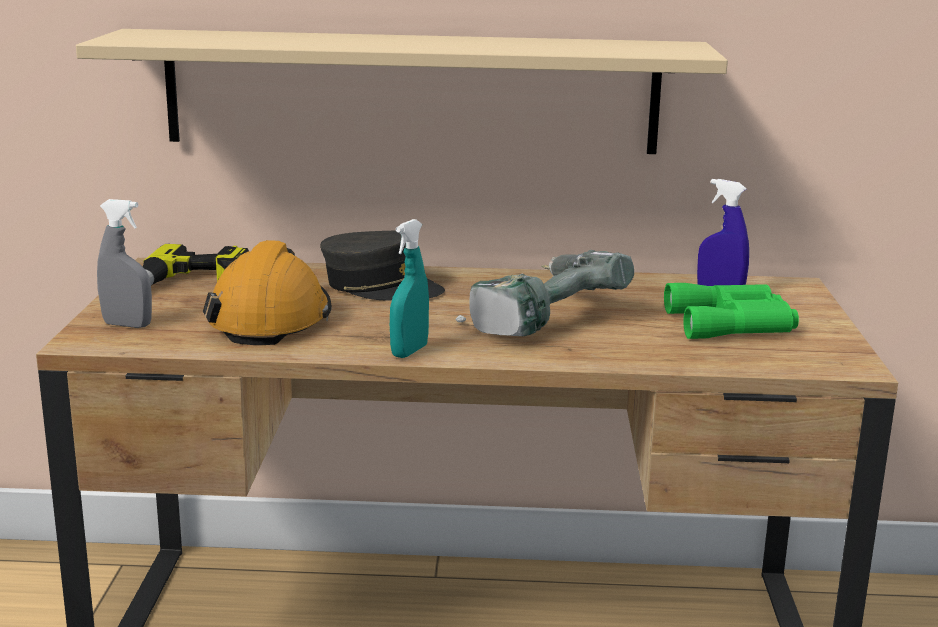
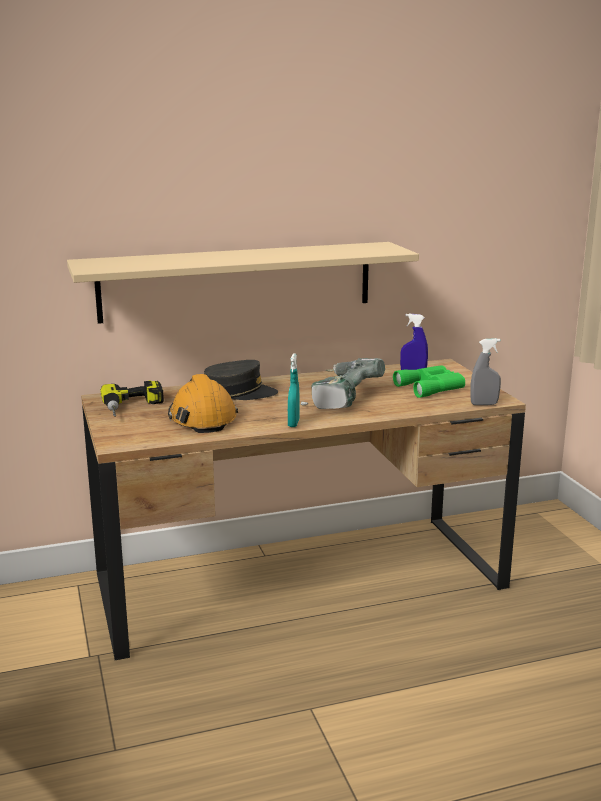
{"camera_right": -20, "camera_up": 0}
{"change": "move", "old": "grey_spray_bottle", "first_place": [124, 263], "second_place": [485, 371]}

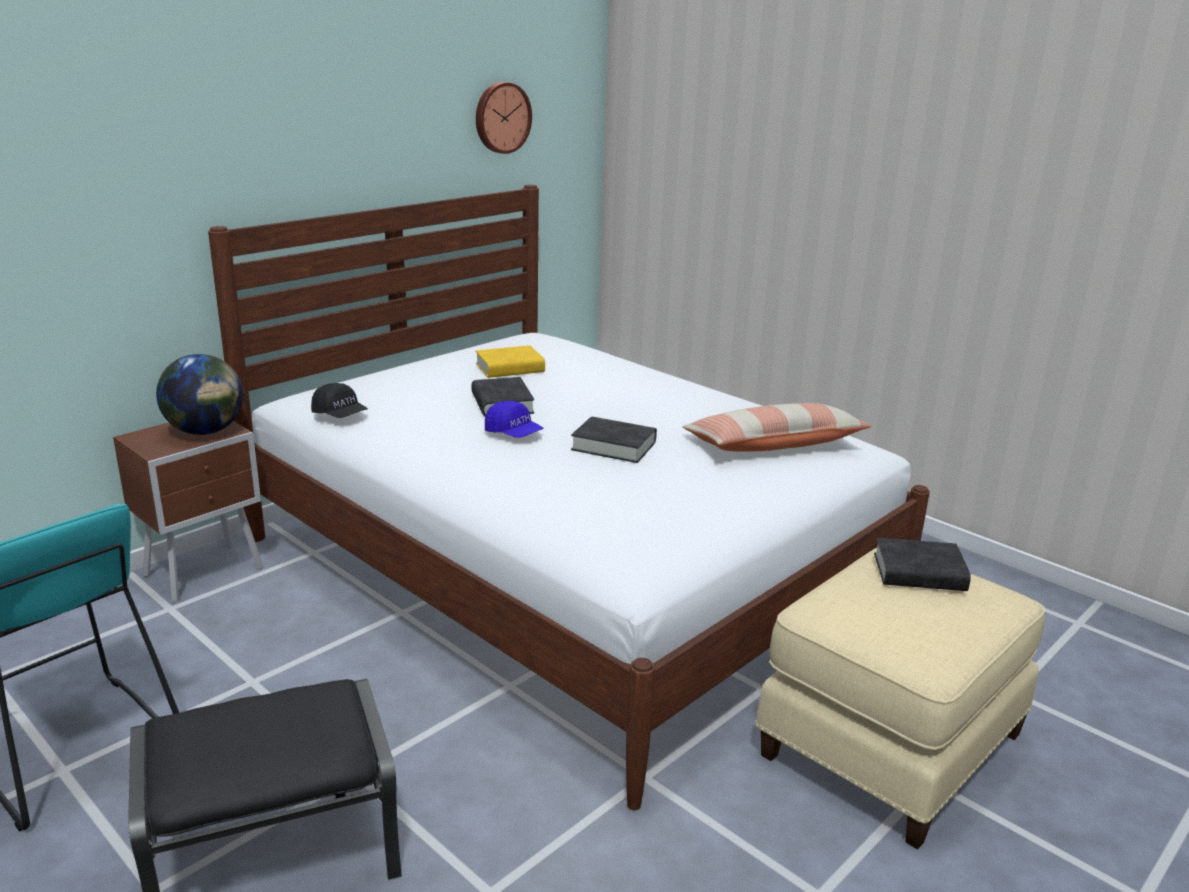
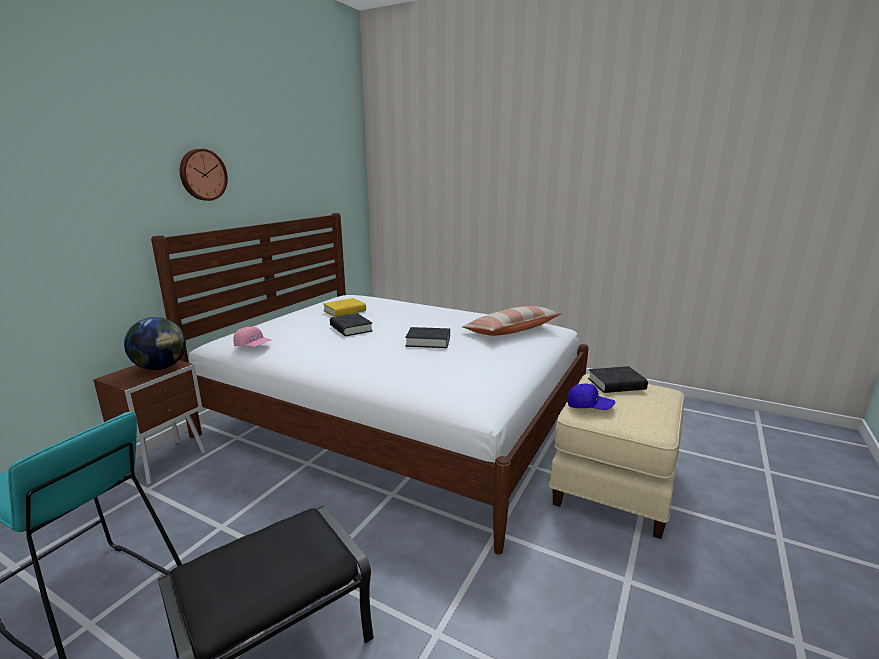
{"camera_right": -15, "camera_up": -5}
{"change": "move", "old": "wall_clock", "first_place": [504, 118], "second_place": [204, 175]}
{"change": "recolor", "old": "black_cap", "new": "pink_cap", "first_place": [339, 400], "second_place": [252, 337]}
{"change": "move", "old": "blue_cap", "first_place": [514, 419], "second_place": [591, 397]}

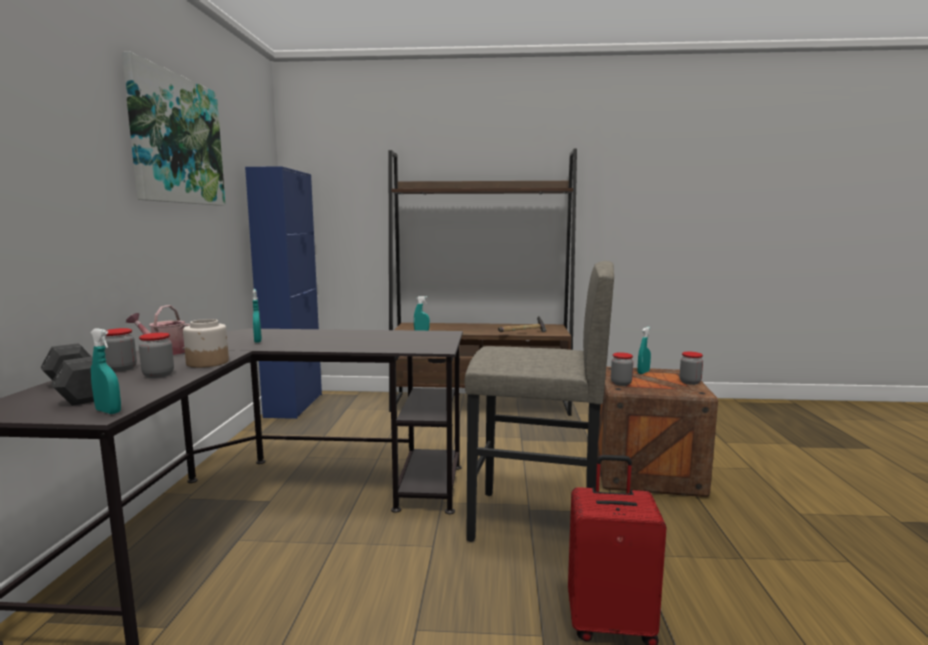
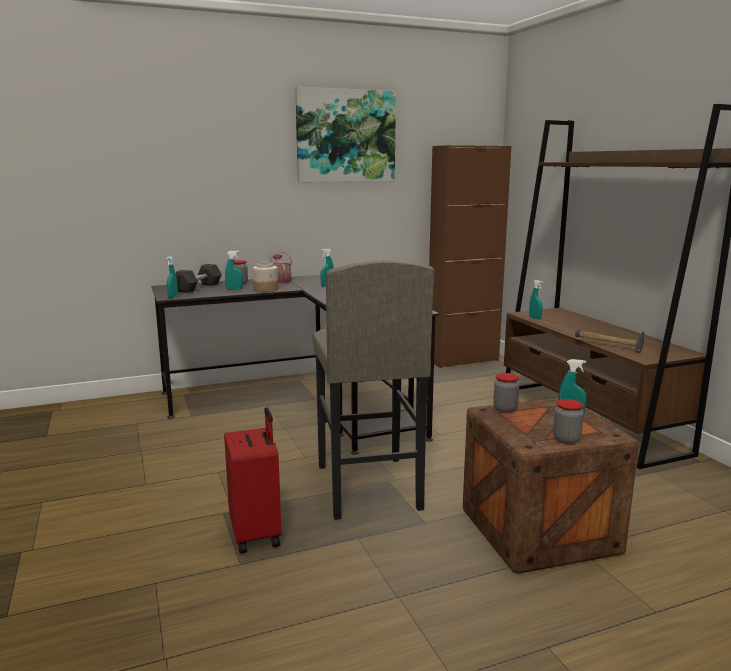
{"camera_right": 65, "camera_up": 5}
{"change": "replace", "old": "jar", "new": "turquoise_spray_bottle", "first_place": [156, 355], "second_place": [234, 270]}
{"change": "recolor", "old": "blue_cabinet", "new": "brown_cabinet", "first_place": [283, 292], "second_place": [470, 256]}

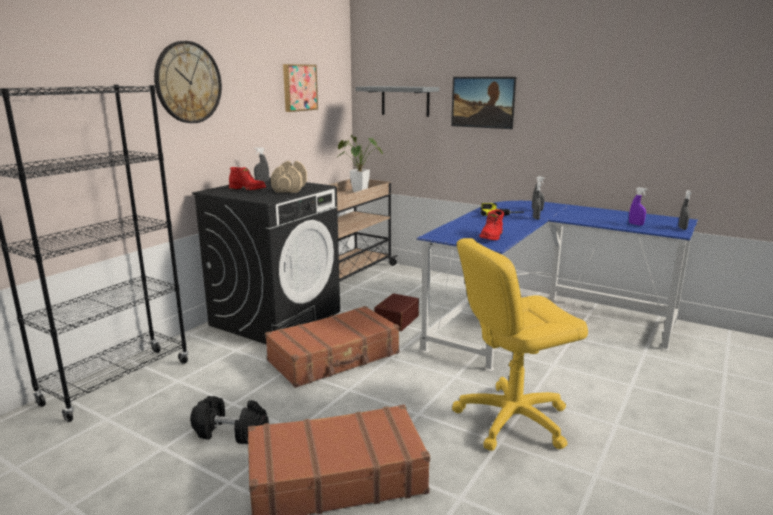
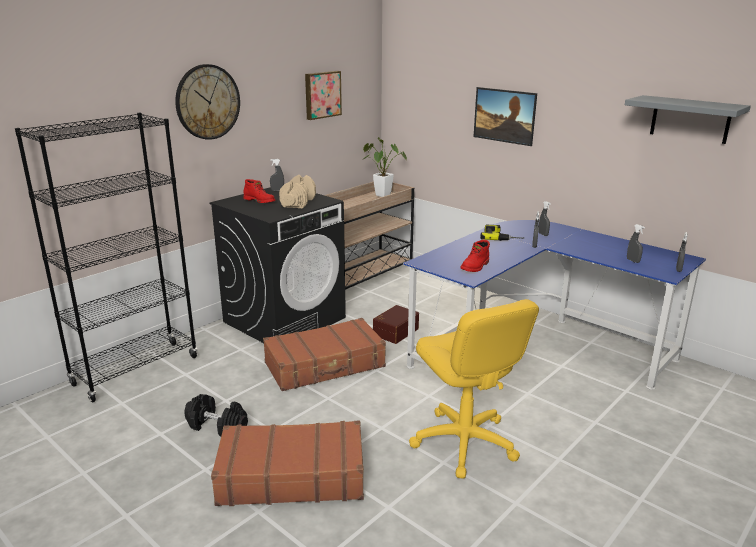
{"camera_right": 10, "camera_up": 5}
{"change": "rotate", "old": "yellow_office_chair", "first_place": [520, 344], "second_place": [474, 389], "degrees": -105}
{"change": "move", "old": "grey_shelf", "first_place": [397, 101], "second_place": [688, 119]}
{"change": "recolor", "old": "purple_spray_bottle", "new": "grey_spray_bottle", "first_place": [638, 206], "second_place": [636, 243]}

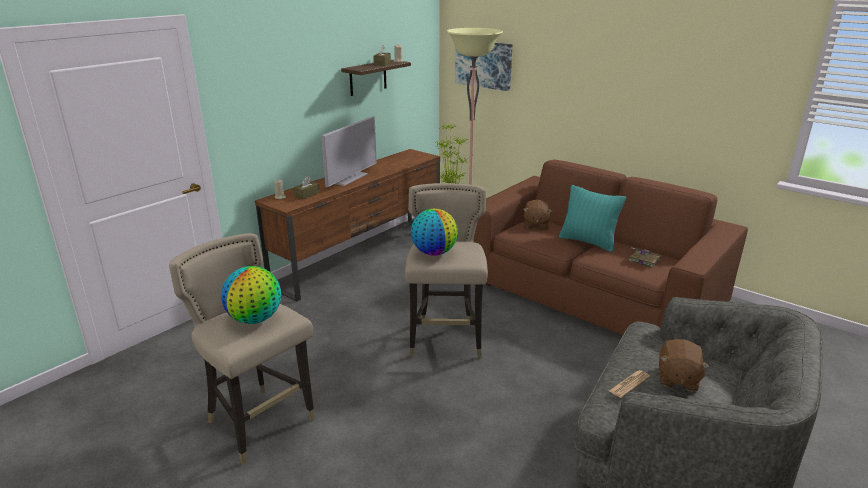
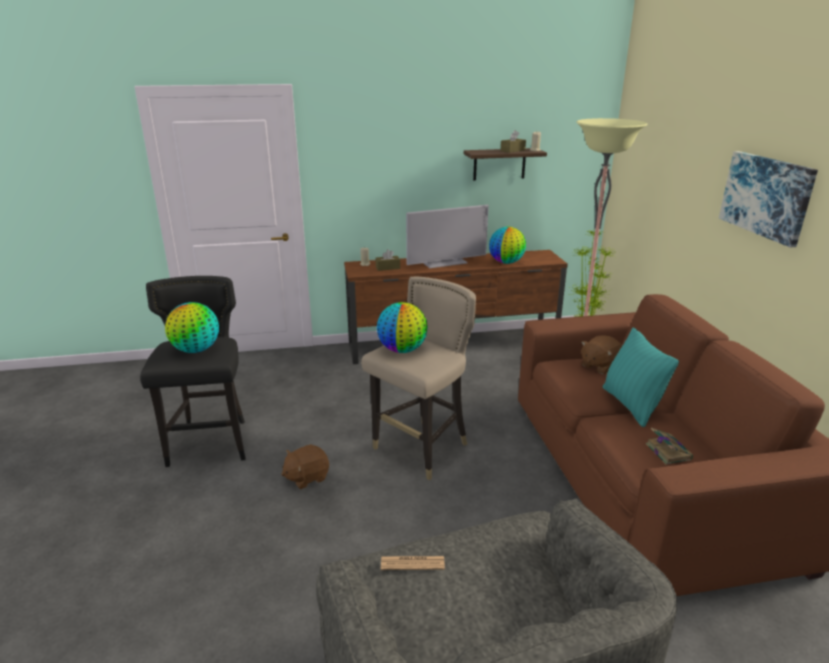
{"camera_right": 40, "camera_up": 0}
{"change": "recolor", "old": "beige_stool", "new": "black_stool", "first_place": [242, 349], "second_place": [193, 371]}
{"change": "move", "old": "brown_plush_toy", "first_place": [684, 365], "second_place": [305, 466]}
{"change": "insert", "new": "globe", "second_place": [507, 245]}
{"change": "move", "old": "picture", "first_place": [484, 66], "second_place": [768, 199]}

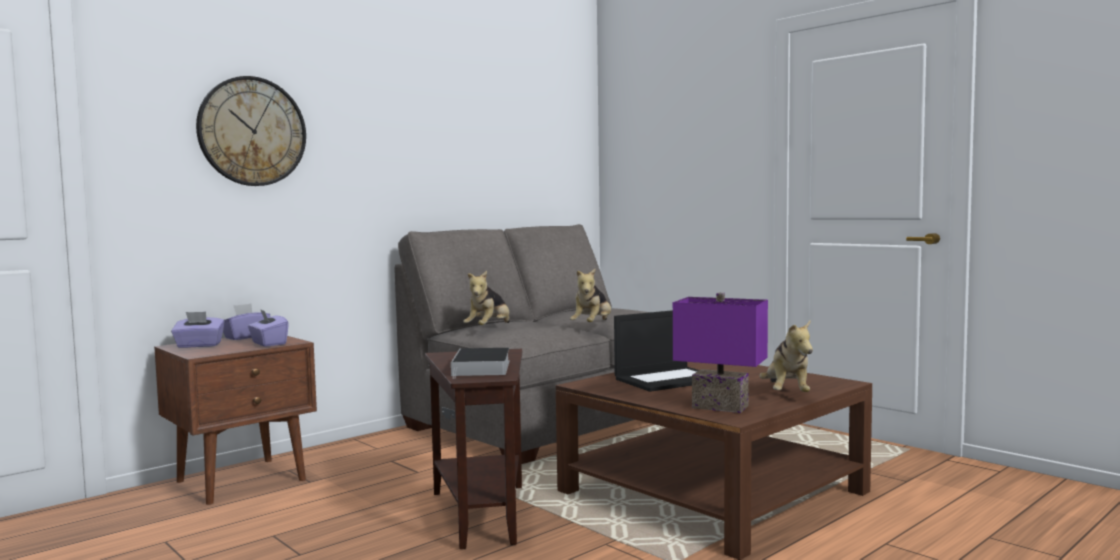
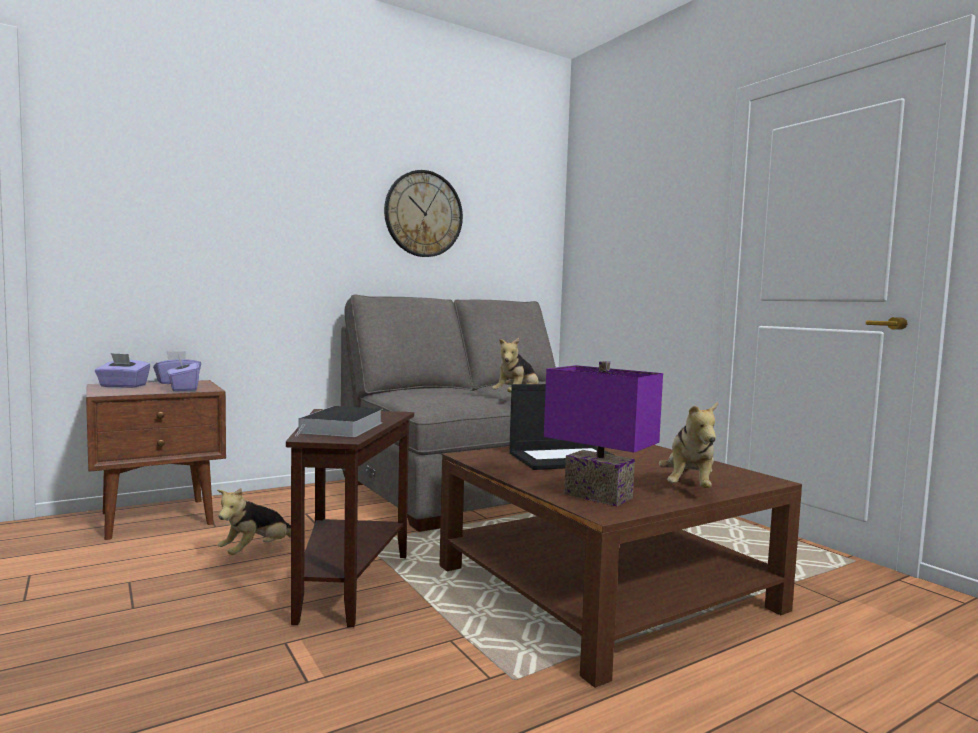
{"camera_right": 10, "camera_up": 0}
{"change": "move", "old": "plush_toy", "first_place": [486, 298], "second_place": [254, 521]}
{"change": "move", "old": "wall_clock", "first_place": [251, 131], "second_place": [423, 213]}

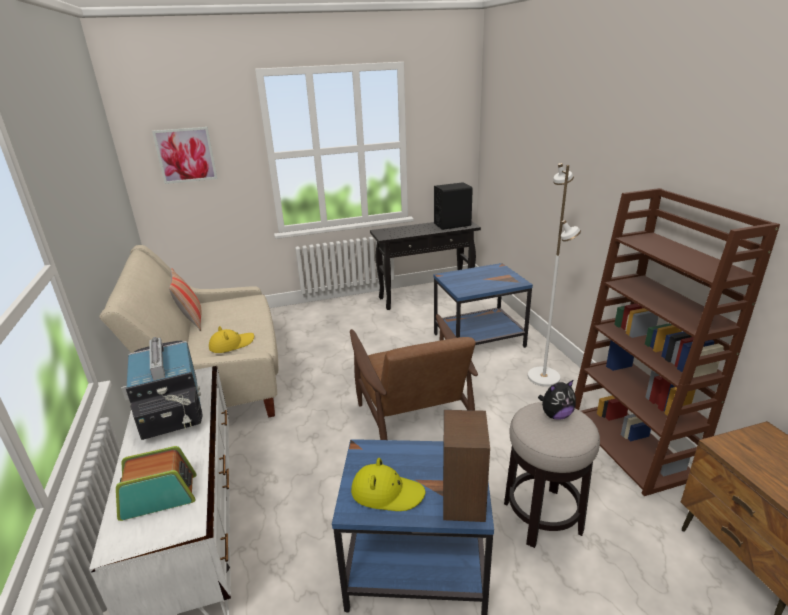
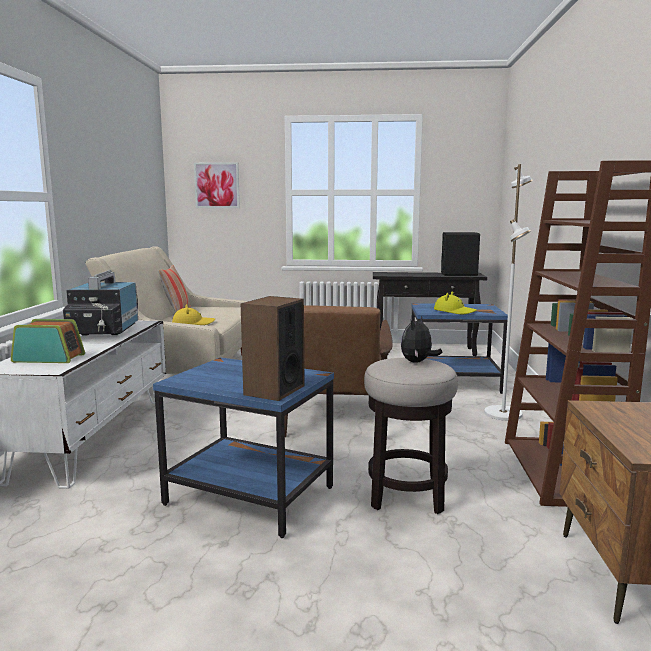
{"camera_right": 20, "camera_up": -15}
{"change": "rotate", "old": "plush_toy", "first_place": [557, 399], "second_place": [422, 339], "degrees": 120}
{"change": "move", "old": "yellow_hat", "first_place": [388, 484], "second_place": [455, 302]}

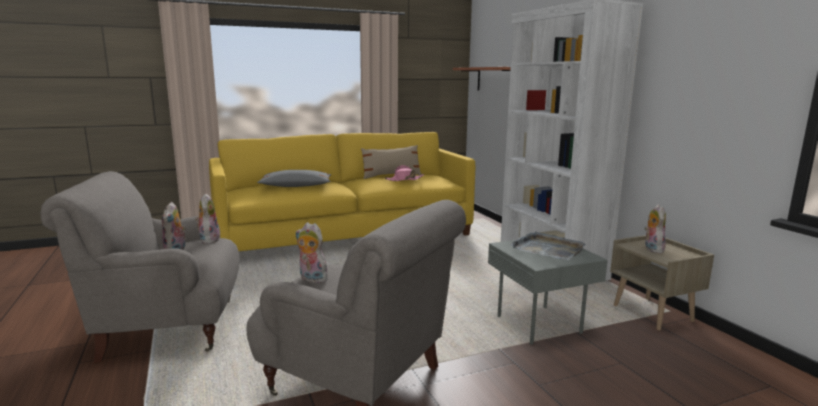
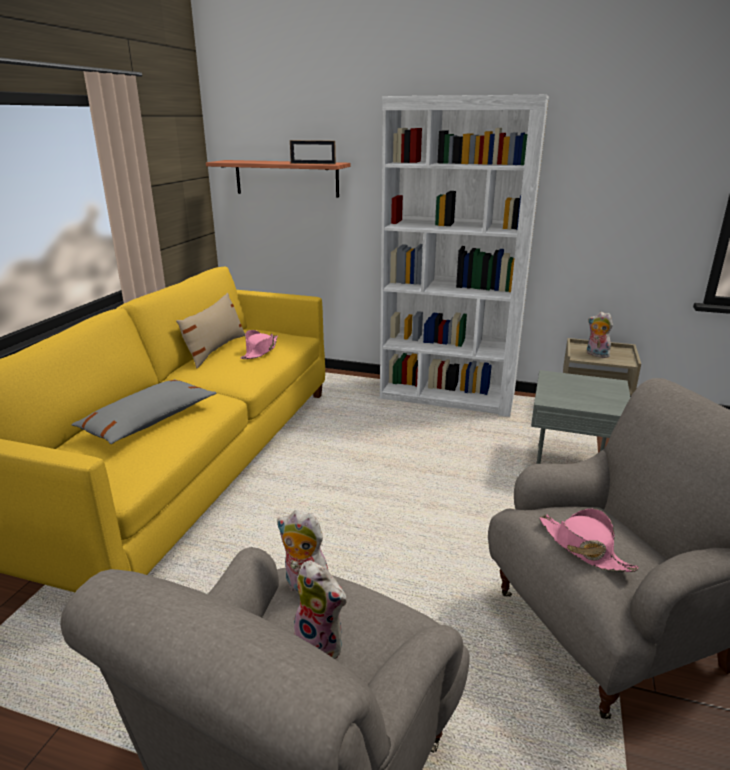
{"camera_right": -50, "camera_up": 10}
{"change": "insert", "new": "picture_frame", "second_place": [313, 152]}
{"change": "replace", "old": "plush_toy", "new": "pink_hat", "first_place": [312, 252], "second_place": [589, 540]}
{"change": "delete", "old": "grey_tray", "first_place": [548, 245]}

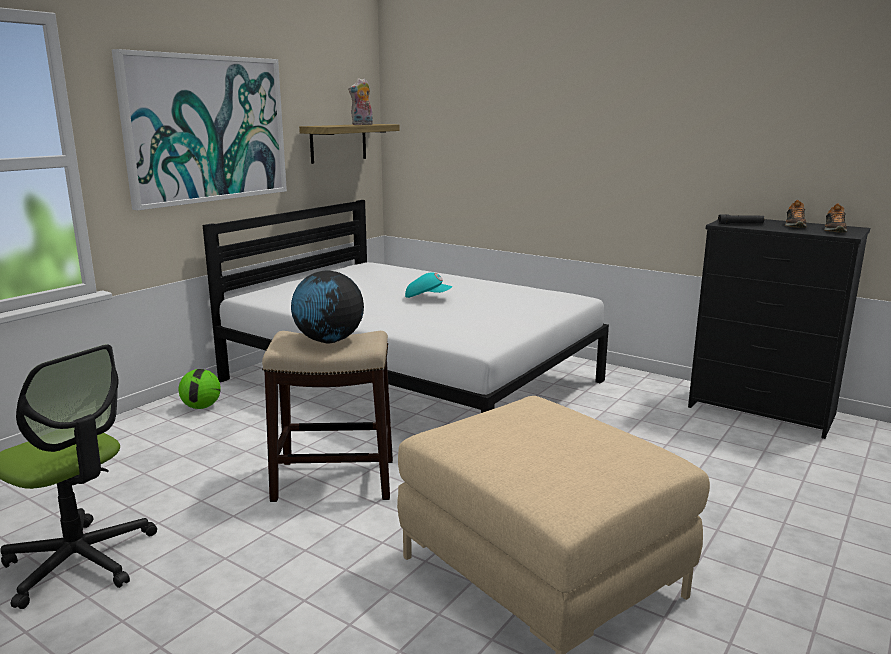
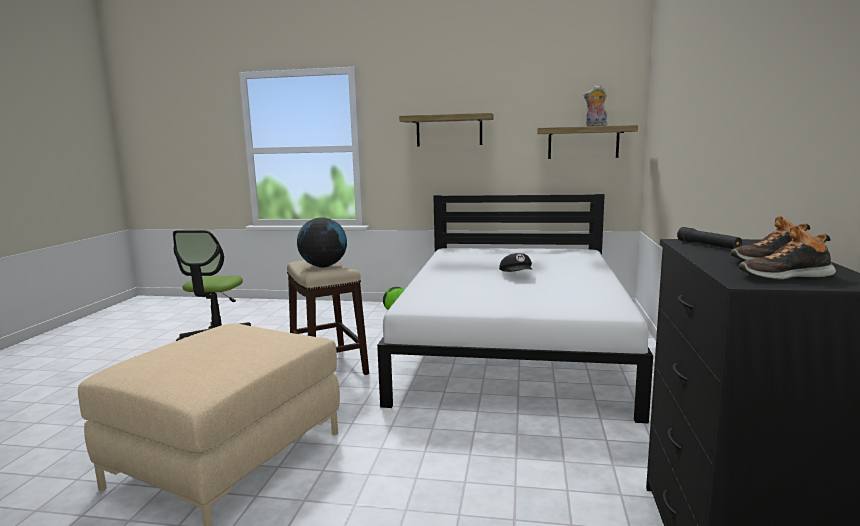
{"camera_right": 65, "camera_up": -5}
{"change": "replace", "old": "picture", "new": "shelf", "first_place": [199, 129], "second_place": [446, 130]}
{"change": "recolor", "old": "turquoise_cap", "new": "black_cap", "first_place": [428, 285], "second_place": [515, 262]}

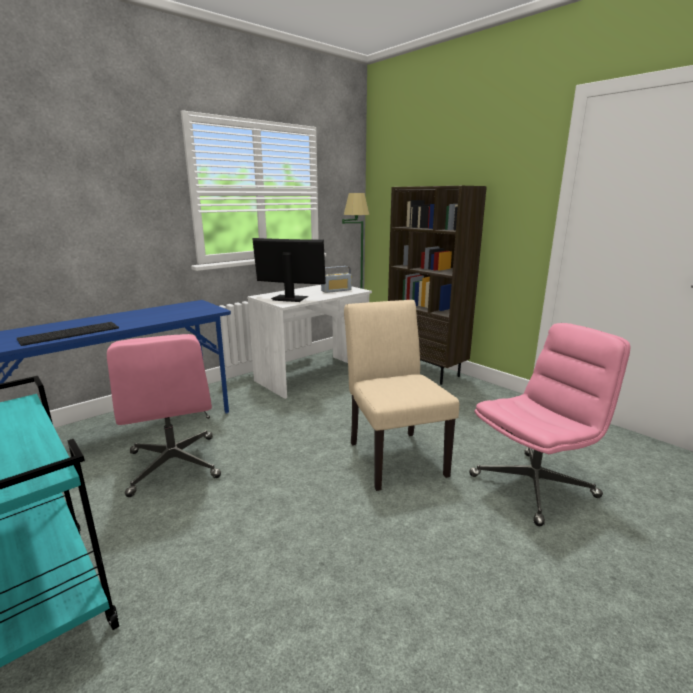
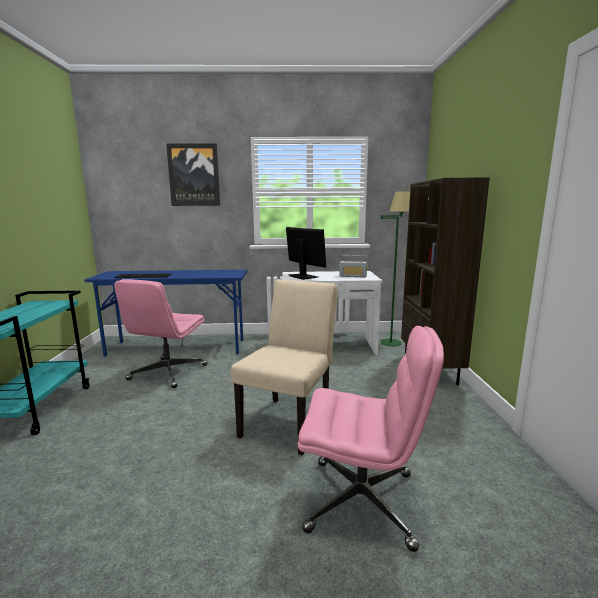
{"camera_right": 40, "camera_up": -5}
{"change": "insert", "new": "picture", "second_place": [193, 174]}

